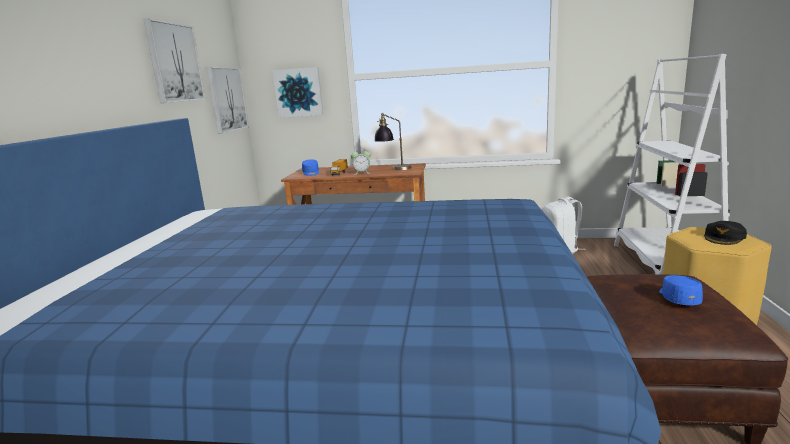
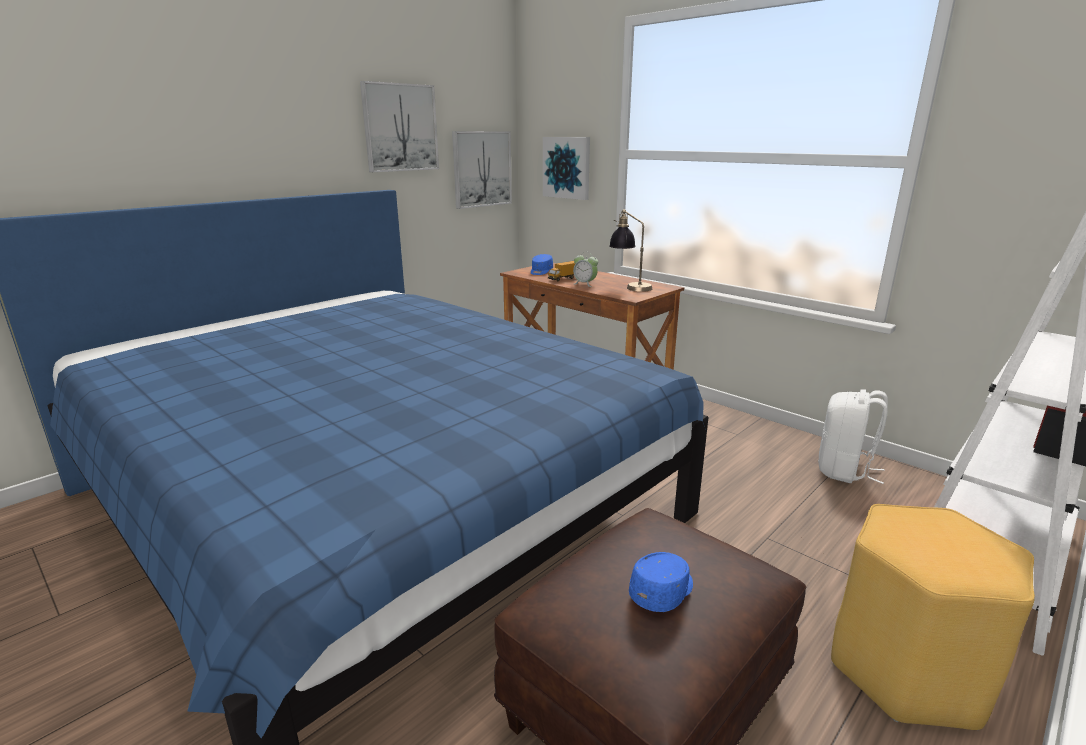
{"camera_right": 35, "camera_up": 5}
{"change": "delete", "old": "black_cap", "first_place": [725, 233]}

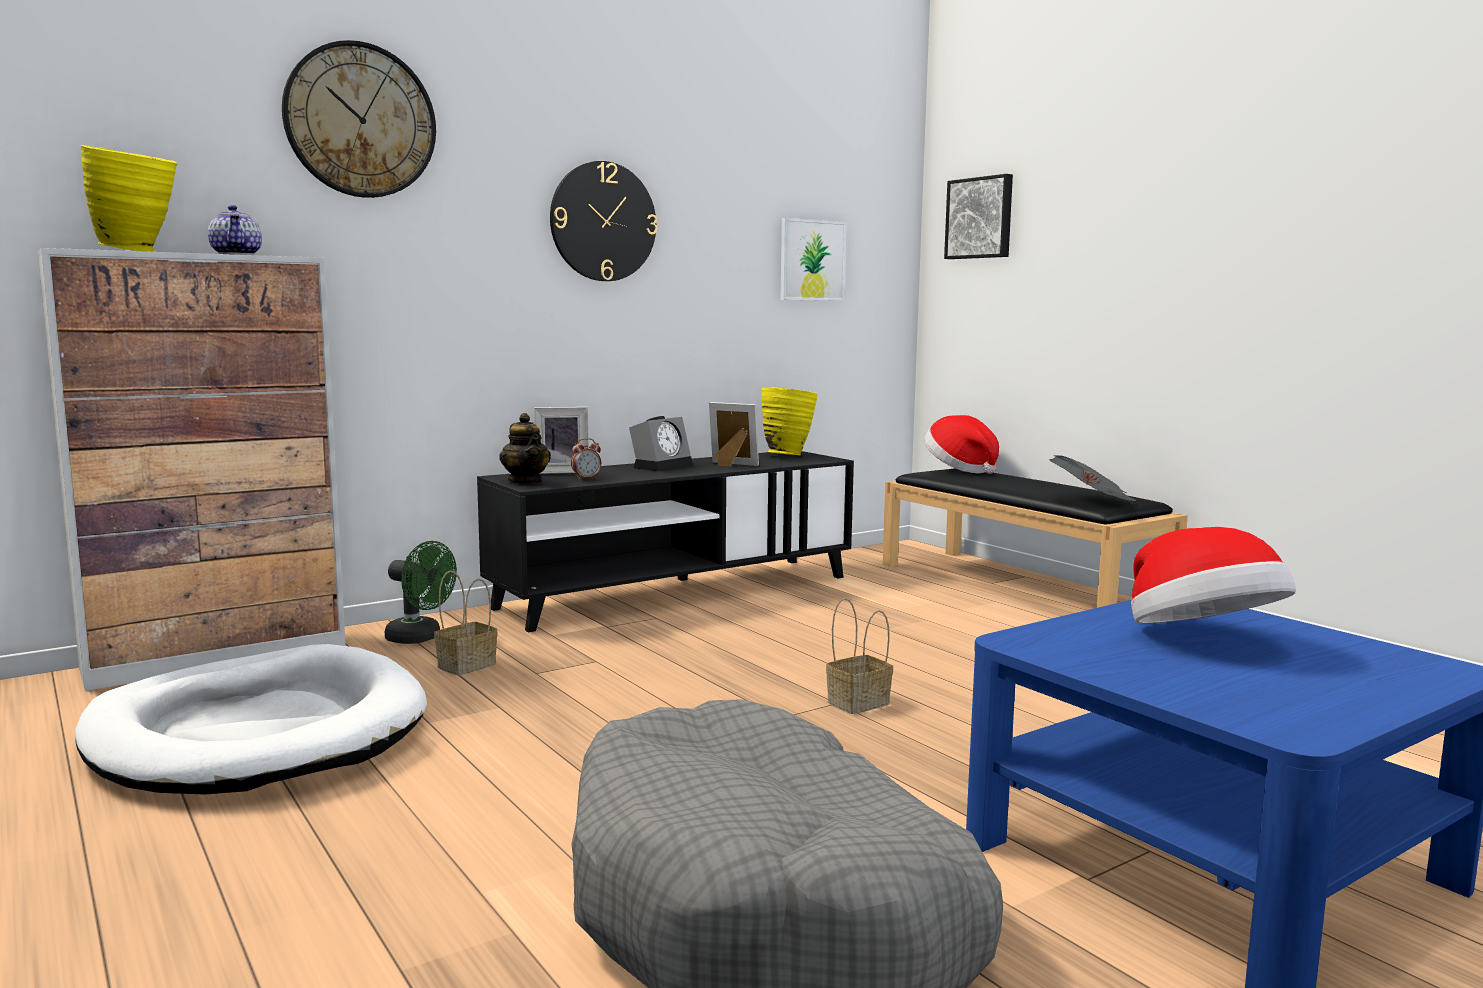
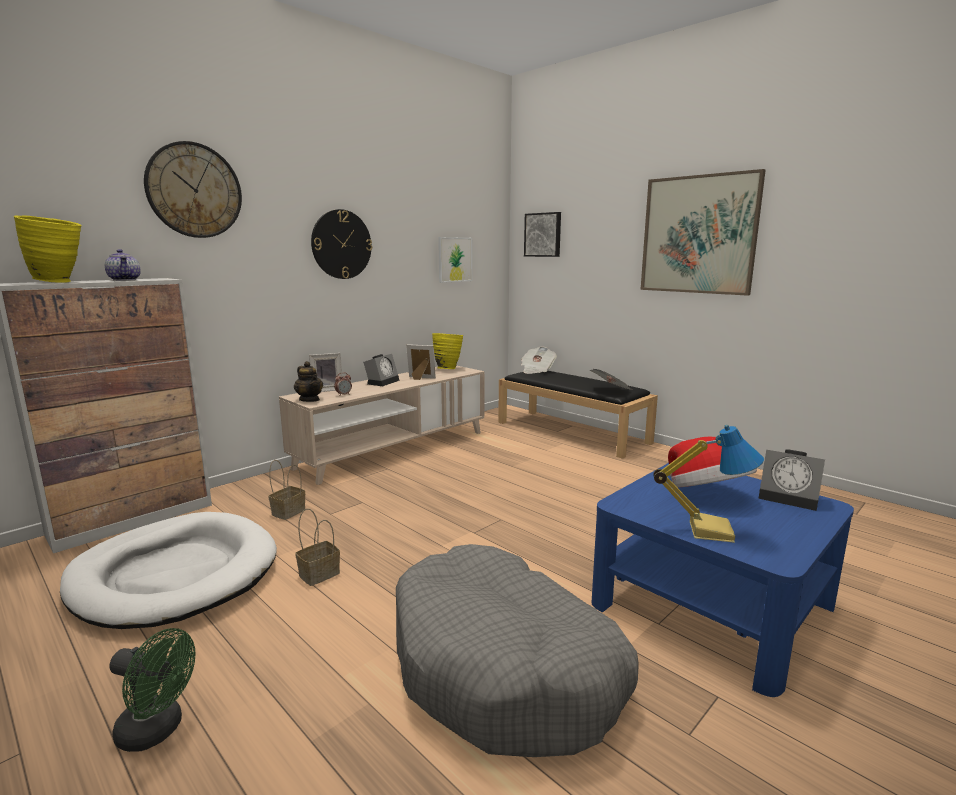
{"camera_right": -10, "camera_up": 5}
{"change": "move", "old": "green_fan", "first_place": [421, 592], "second_place": [152, 690]}
{"change": "recolor", "old": "black_tv_stand", "new": "beige_tv_stand", "first_place": [665, 541], "second_place": [382, 425]}
{"change": "move", "old": "basket", "first_place": [859, 656], "second_place": [317, 547]}
{"change": "replace", "old": "hat", "new": "newspaper", "first_place": [961, 444], "second_place": [539, 360]}
{"change": "insert", "new": "picture", "second_place": [703, 232]}
{"change": "insert", "new": "table_lamp", "second_place": [708, 484]}
{"change": "insert", "new": "alarm_clock", "second_place": [791, 480]}

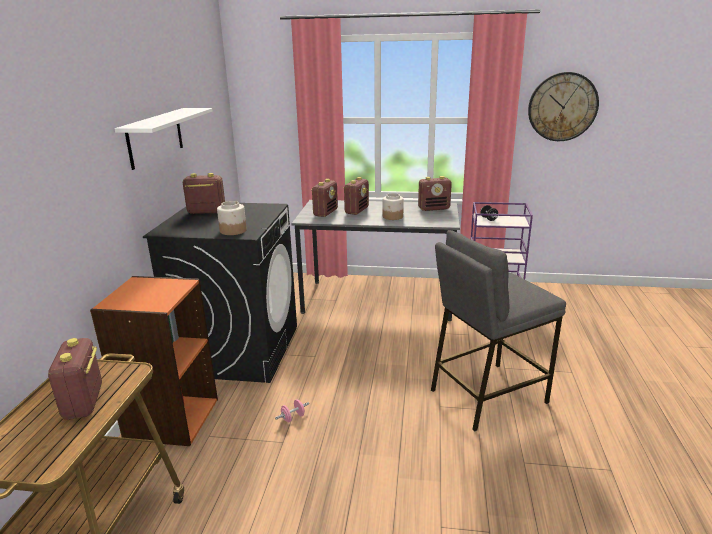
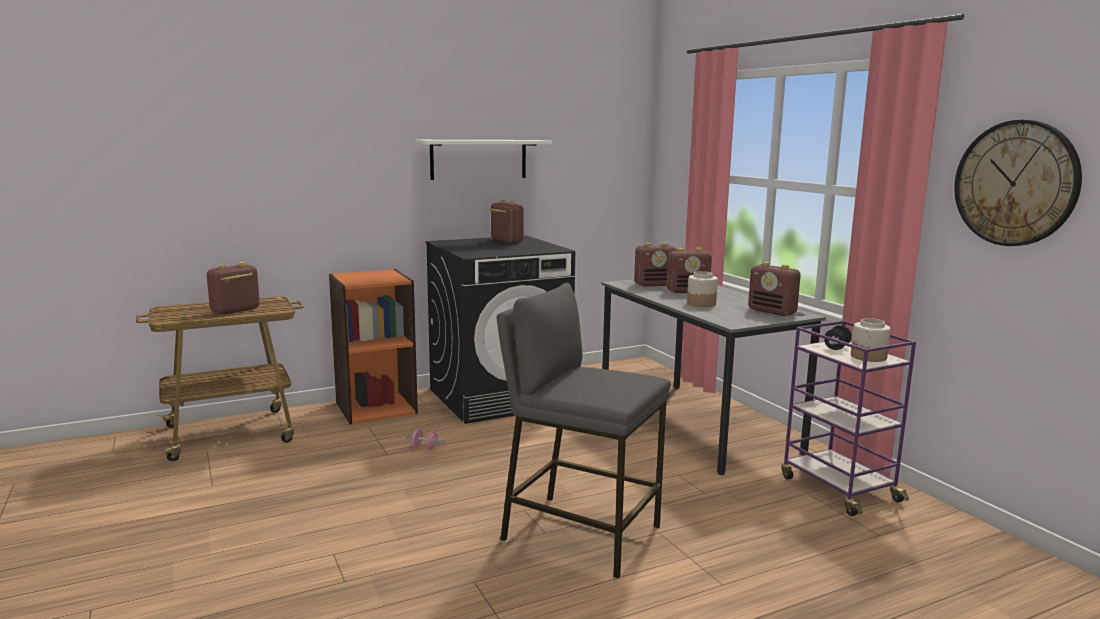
{"camera_right": 55, "camera_up": -10}
{"change": "move", "old": "jar", "first_place": [232, 218], "second_place": [871, 340]}

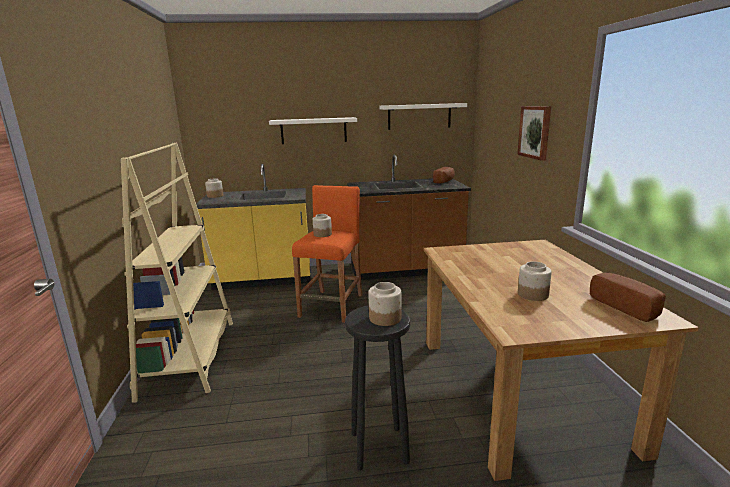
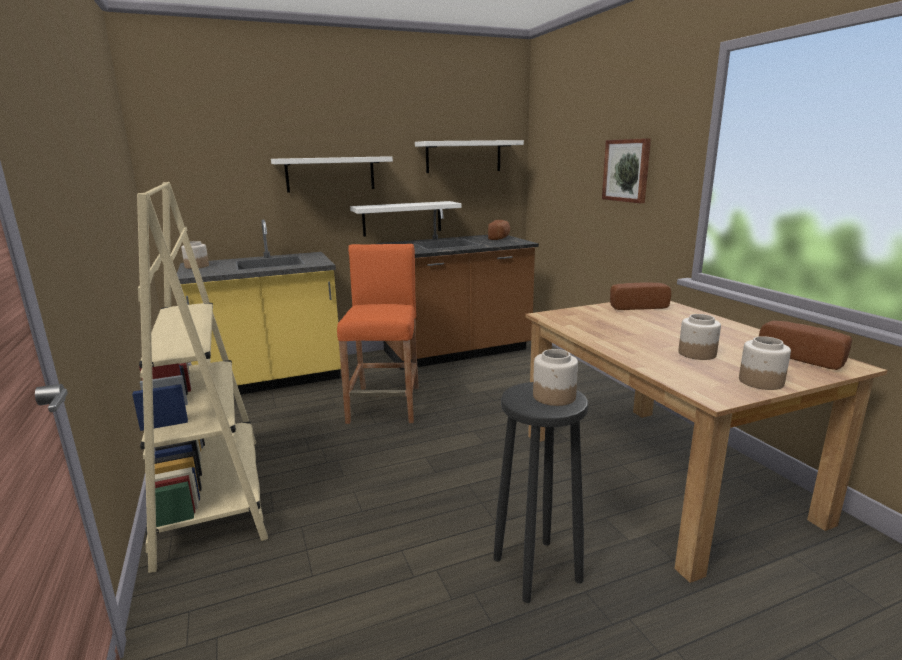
{"camera_right": -15, "camera_up": 0}
{"change": "insert", "new": "white_shelf", "second_place": [406, 218]}
{"change": "insert", "new": "bread", "second_place": [640, 296]}
{"change": "move", "old": "jar", "first_place": [322, 225], "second_place": [765, 363]}

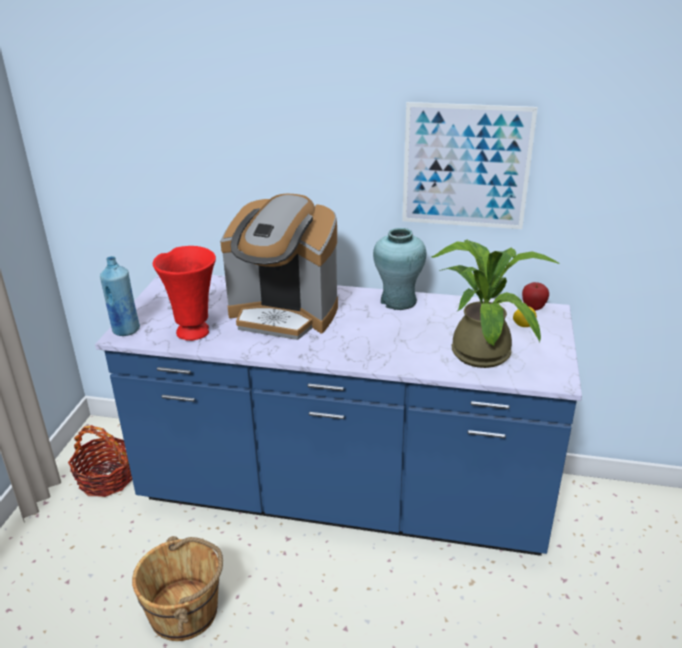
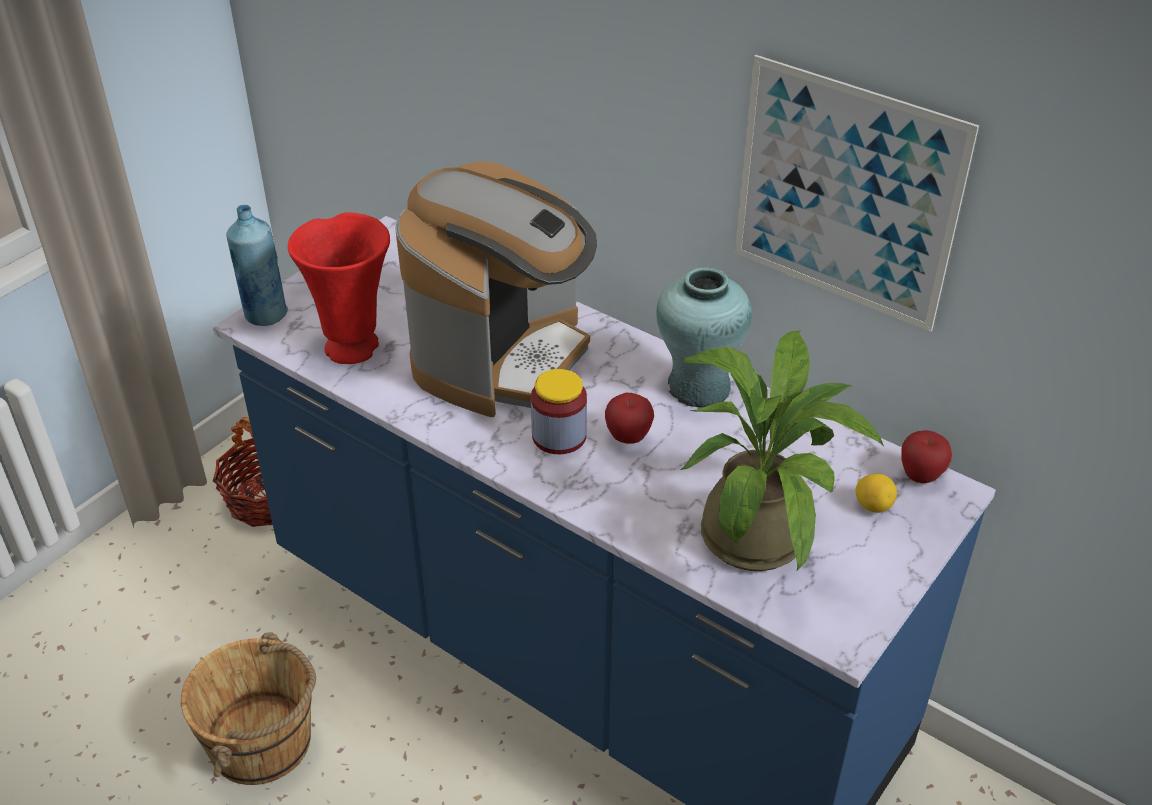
{"camera_right": 25, "camera_up": 10}
{"change": "rotate", "old": "coffee_machine", "first_place": [279, 267], "second_place": [496, 289], "degrees": -105}
{"change": "insert", "new": "jar", "second_place": [559, 411]}
{"change": "insert", "new": "apple", "second_place": [629, 418]}

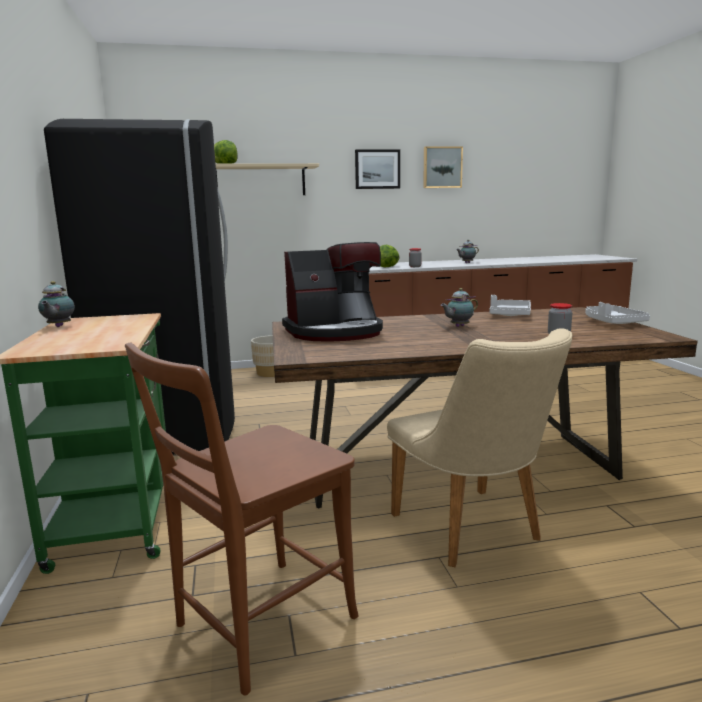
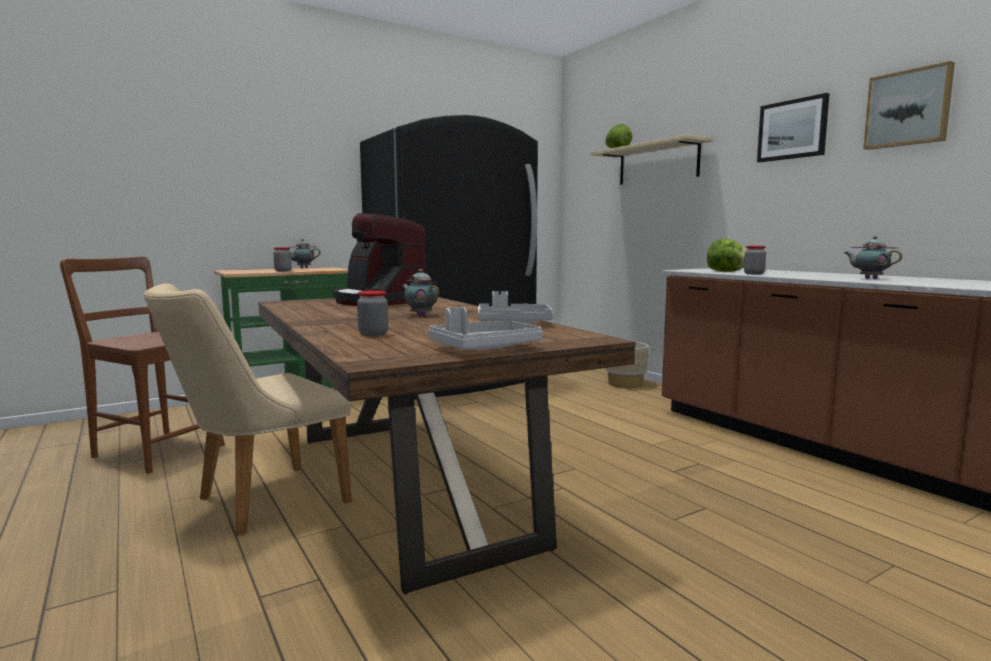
{"camera_right": 70, "camera_up": -5}
{"change": "insert", "new": "jar", "second_place": [282, 259]}

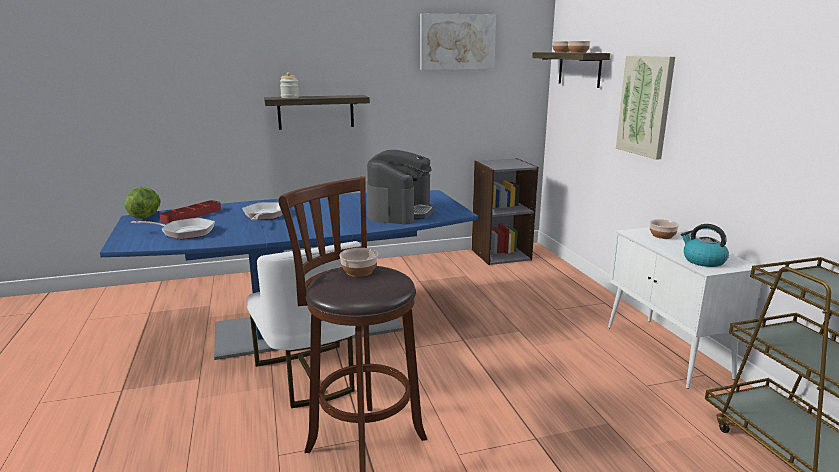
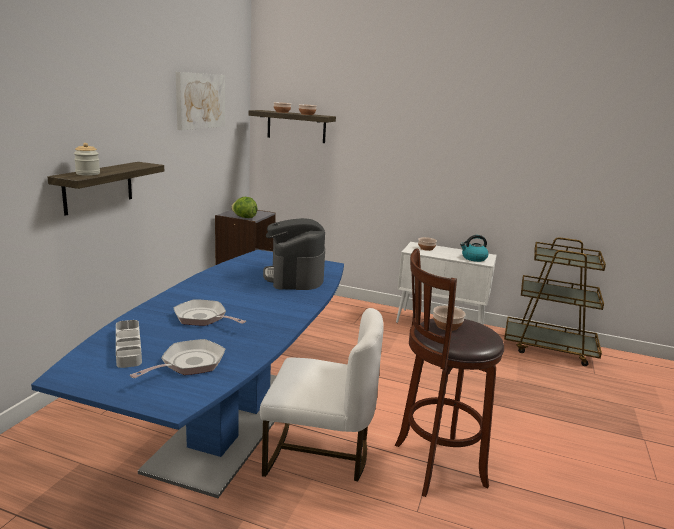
{"camera_right": -55, "camera_up": 0}
{"change": "recolor", "old": "red_tray", "new": "grey_tray", "first_place": [190, 212], "second_place": [129, 344]}
{"change": "move", "old": "lettuce", "first_place": [143, 203], "second_place": [244, 207]}
{"change": "rotate", "old": "coffee_machine", "first_place": [400, 187], "second_place": [294, 254], "degrees": -150}
{"change": "delete", "old": "picture", "first_place": [645, 108]}

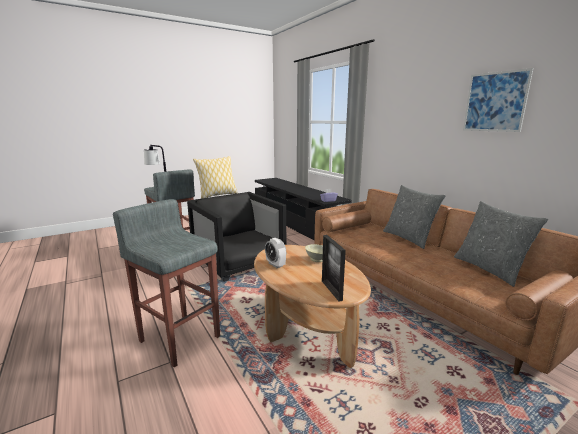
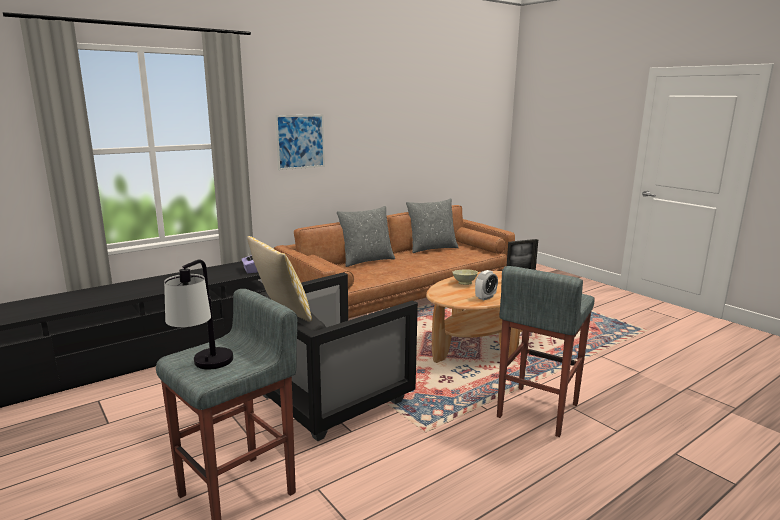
{"camera_right": -95, "camera_up": 0}
{"change": "move", "old": "picture", "first_place": [498, 100], "second_place": [300, 142]}

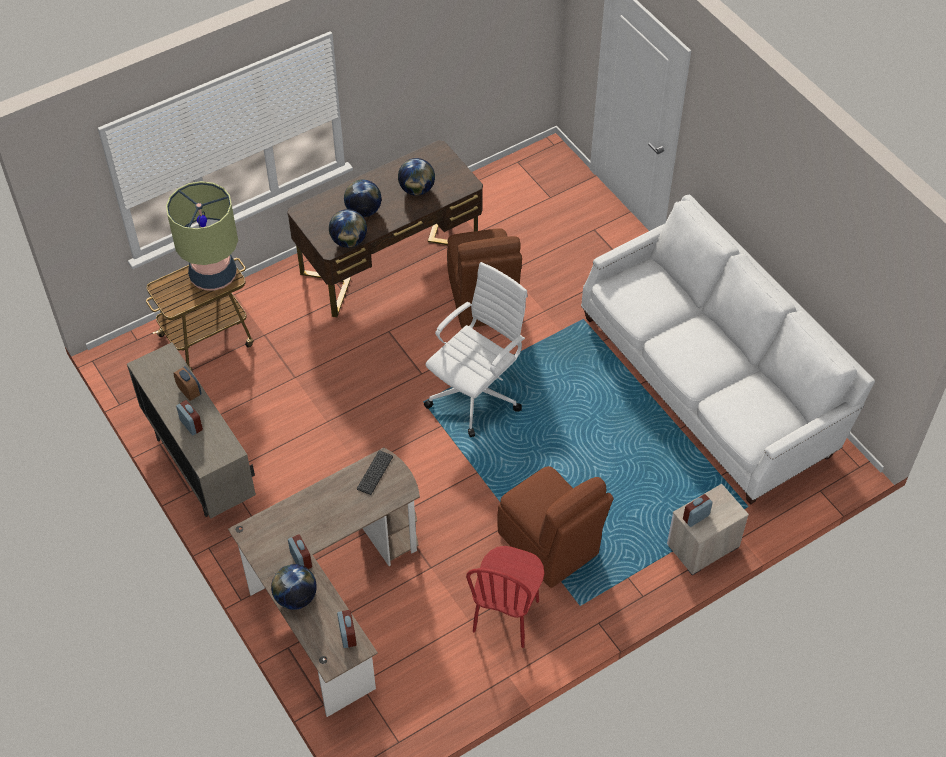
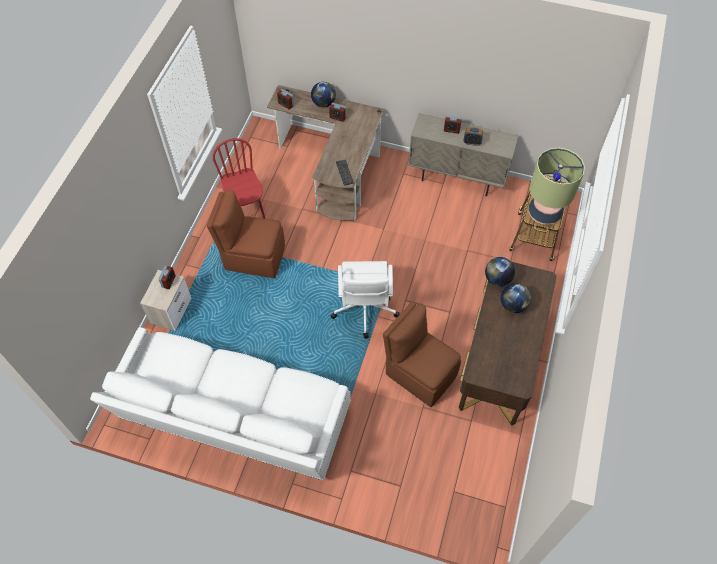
{"camera_right": 140, "camera_up": 5}
{"change": "delete", "old": "globe", "first_place": [416, 177]}

